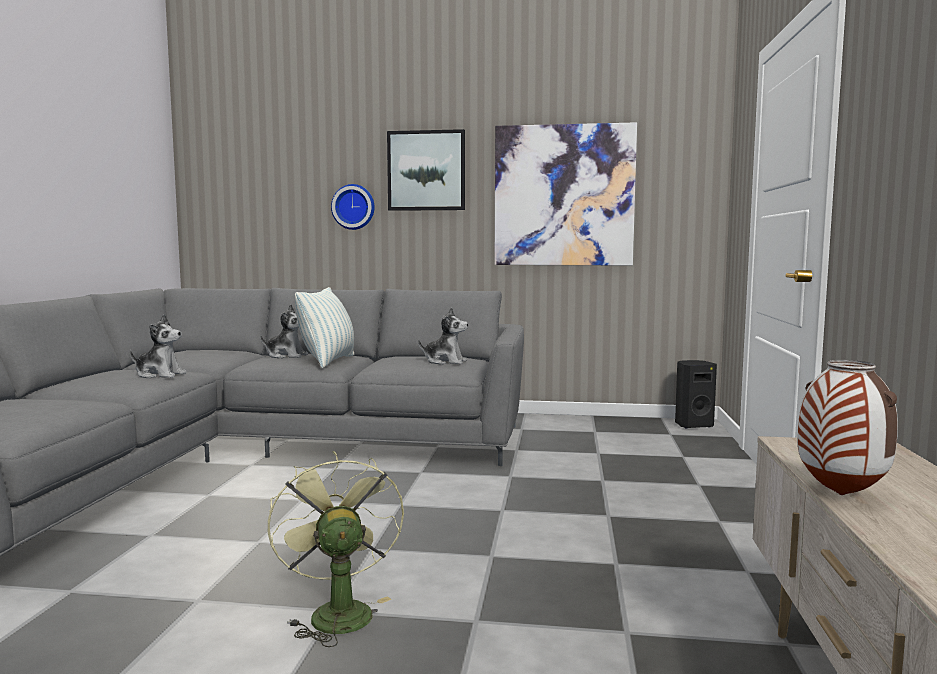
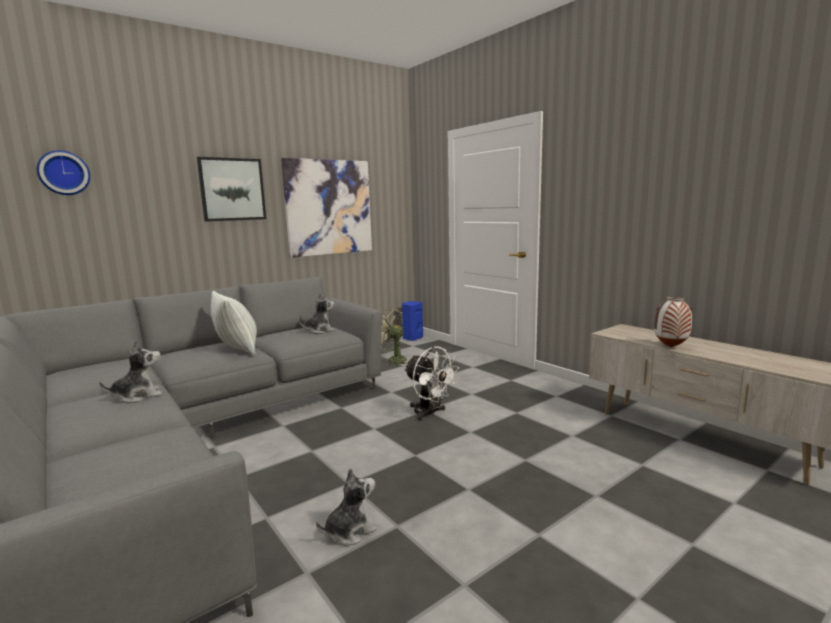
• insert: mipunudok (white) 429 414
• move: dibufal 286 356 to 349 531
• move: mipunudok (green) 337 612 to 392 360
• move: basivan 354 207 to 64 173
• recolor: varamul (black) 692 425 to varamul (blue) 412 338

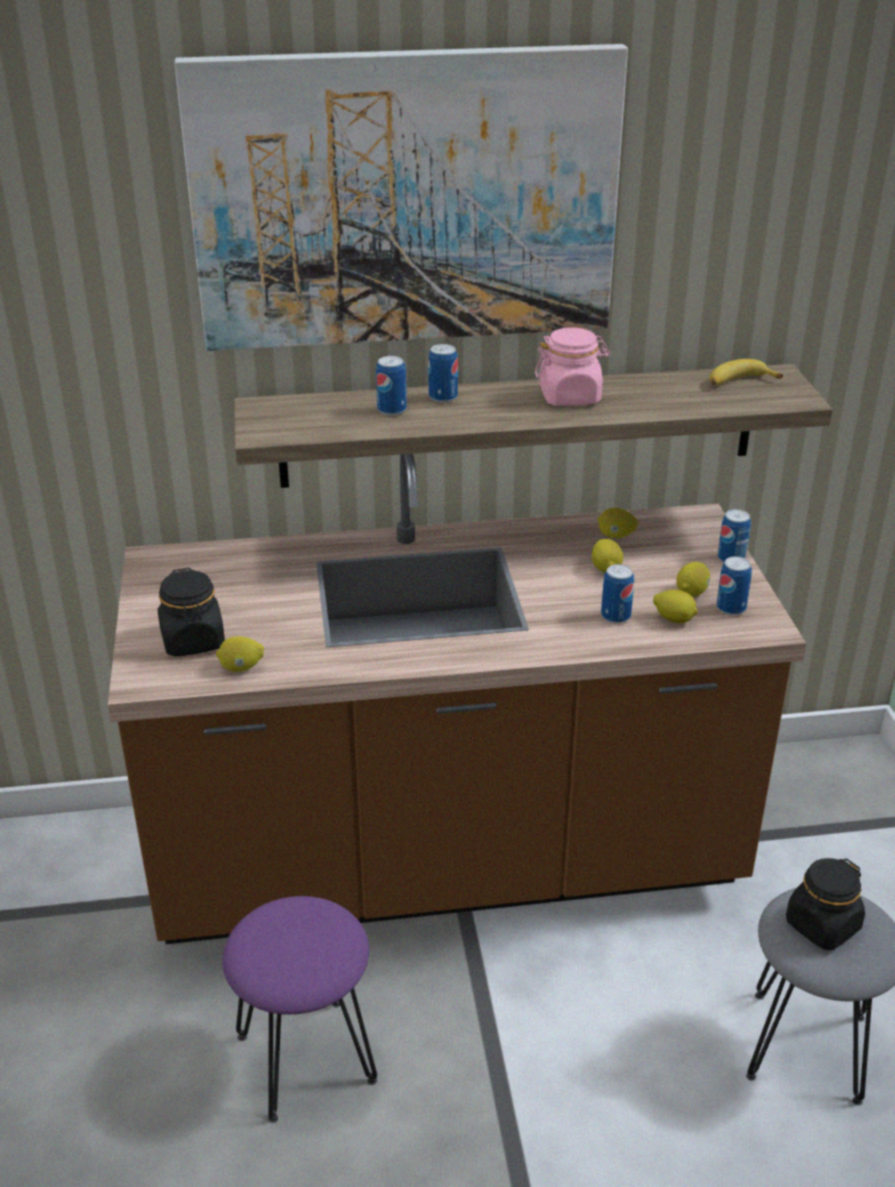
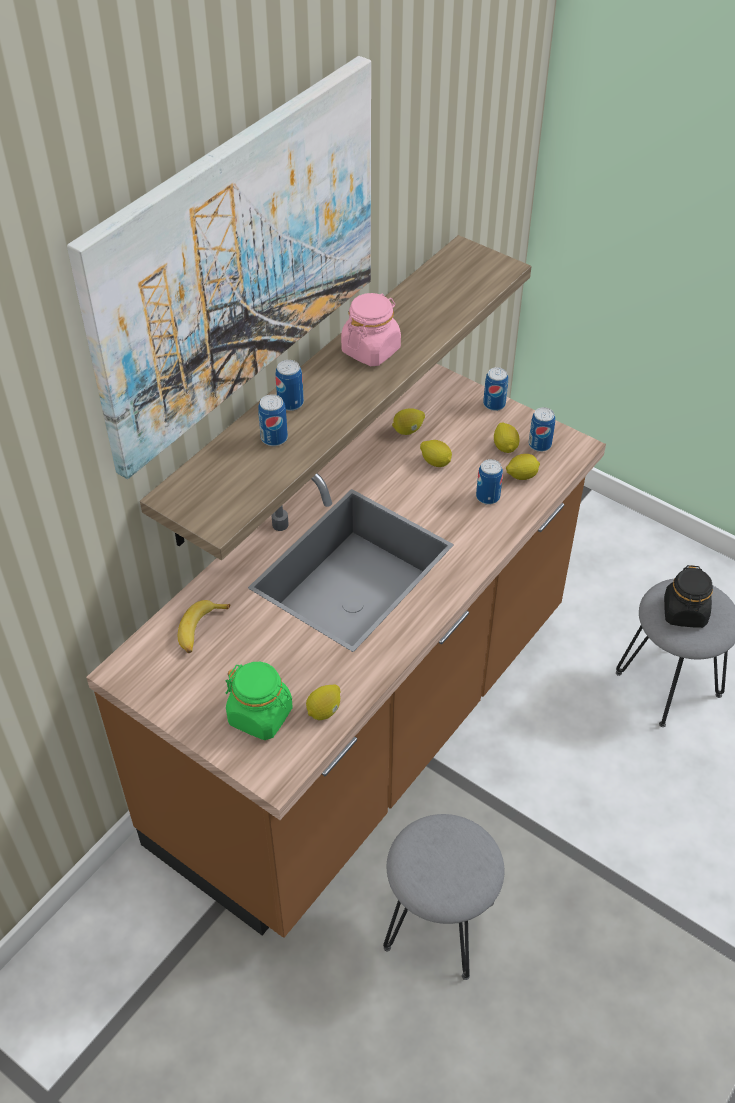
• move: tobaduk 739 382 to 200 630
• recolor: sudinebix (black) 193 641 to sudinebix (green) 261 715
• recolor: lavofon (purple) 306 1059 to lavofon (grey) 440 925

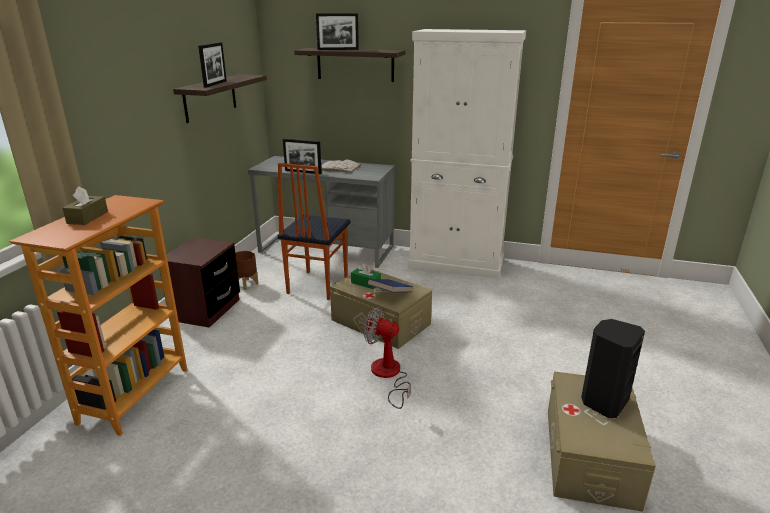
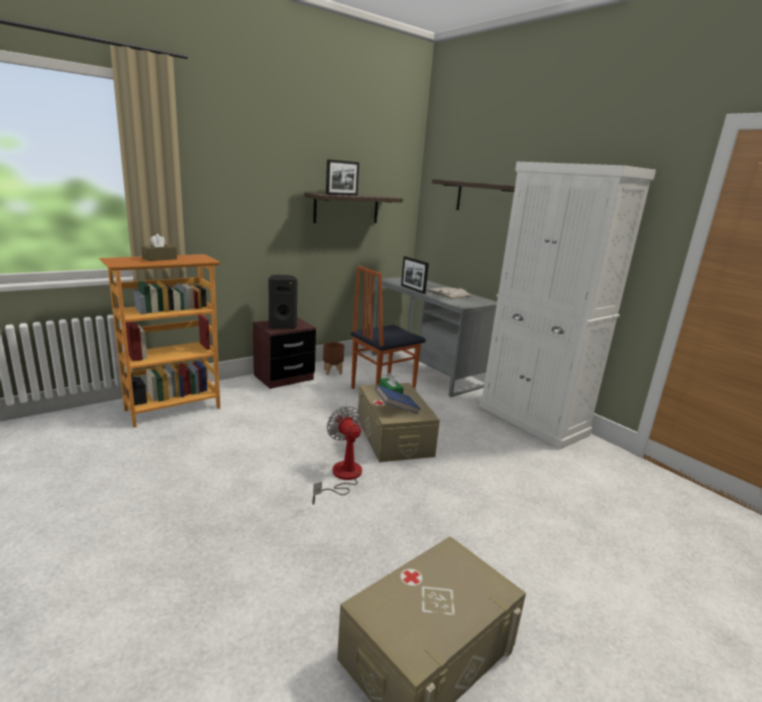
• delete: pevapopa 338 49
• move: varamul (black) 603 402 to 282 326

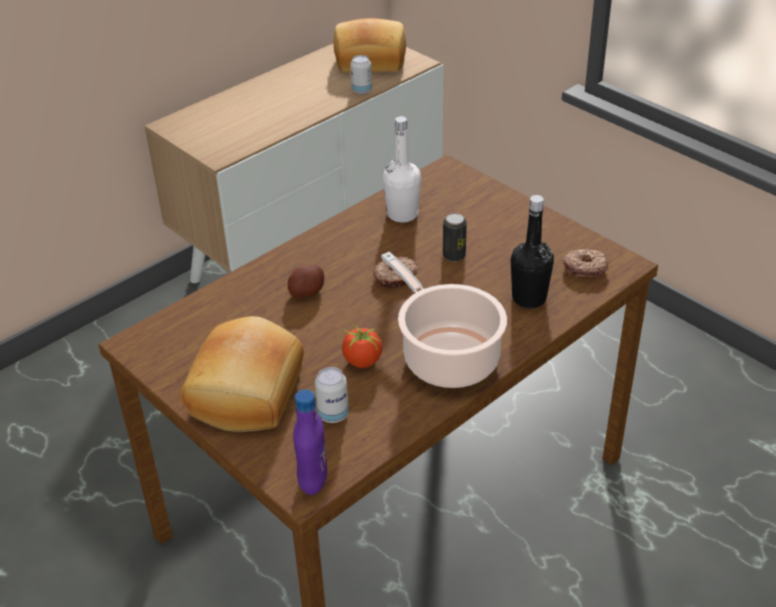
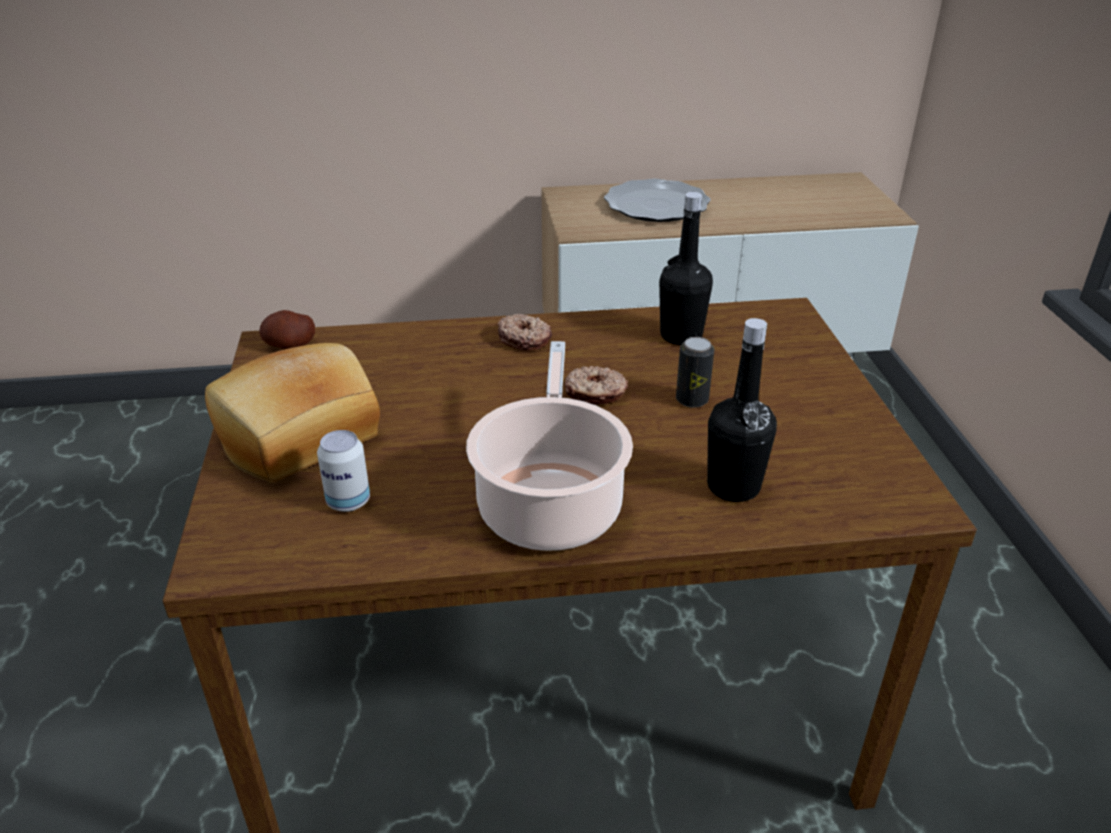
• delete: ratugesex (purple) 313 481
• delete: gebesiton 370 60
• delete: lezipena 362 361
• delete: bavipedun 361 90
• insert: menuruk 656 205
• move: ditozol 307 292 to 290 345
• move: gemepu 584 268 to 524 339
• recolor: ratugesex (white) 402 214 to ratugesex (black) 681 335

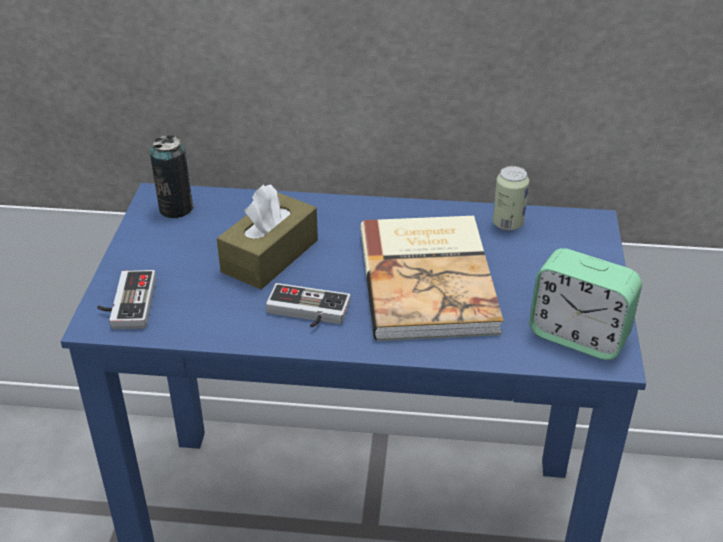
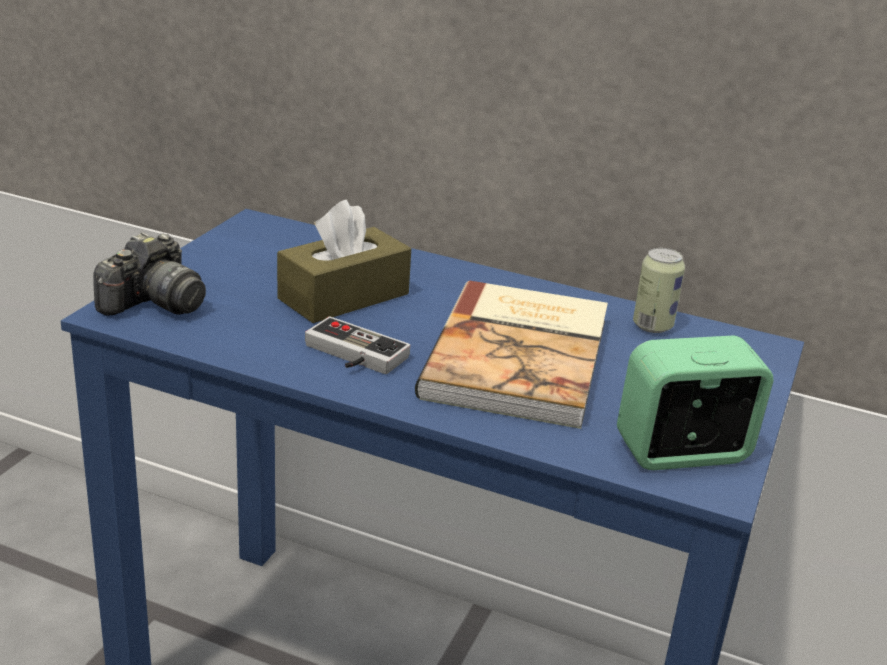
• delete: bavipedun 176 209
• replace: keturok 126 303 to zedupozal 154 303
• rotate: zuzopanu 578 336 = 683 452 120 degrees clockwise

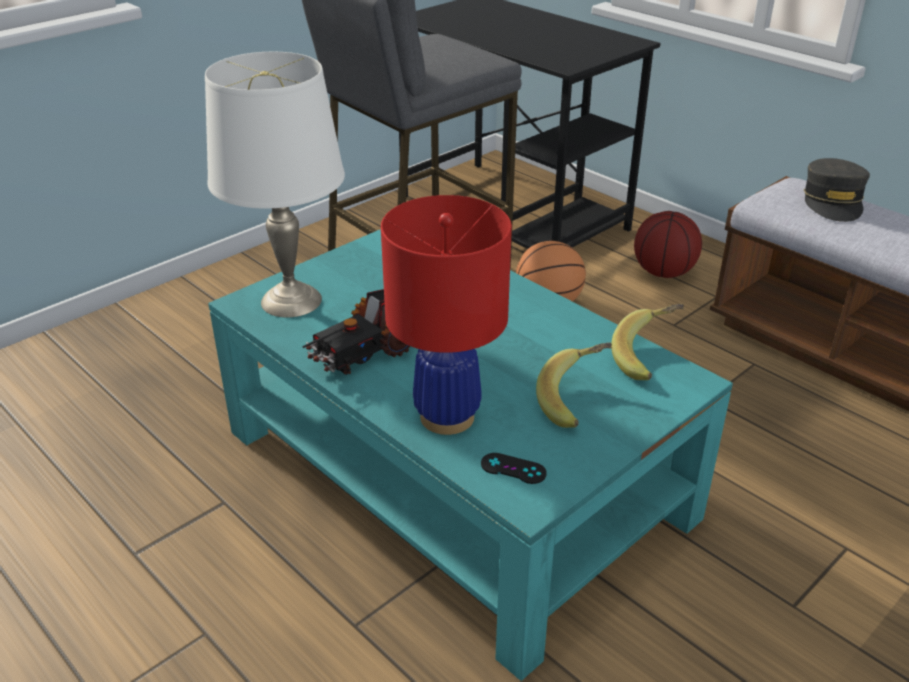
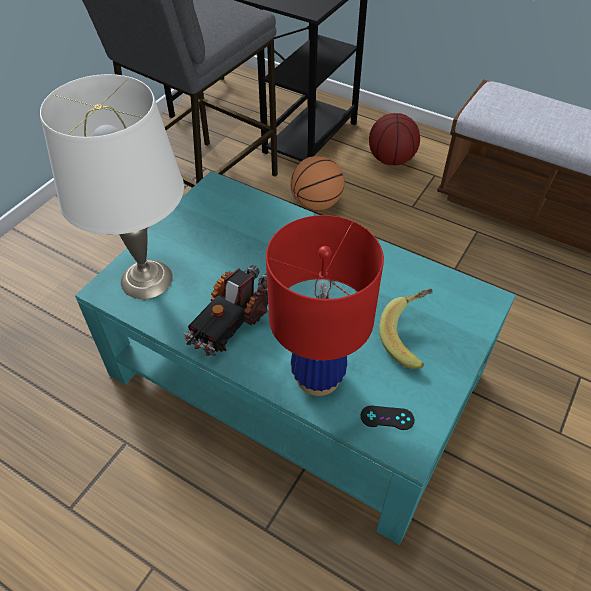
• delete: tobaduk 649 357
• delete: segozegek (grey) 833 202

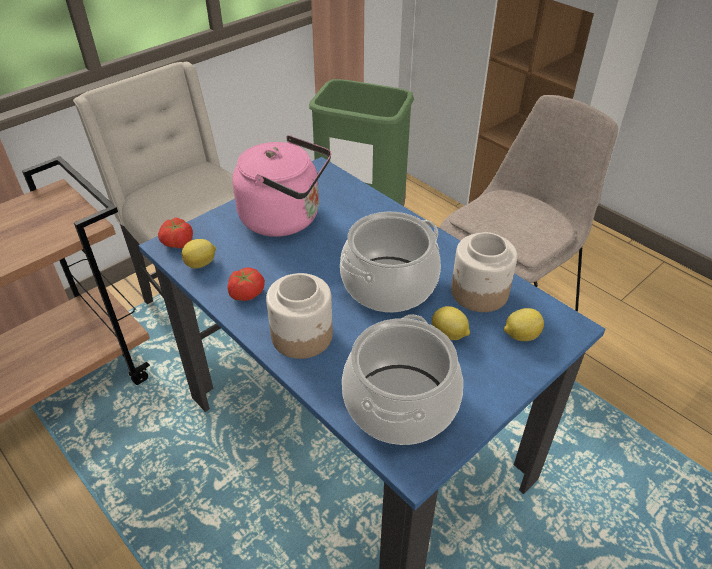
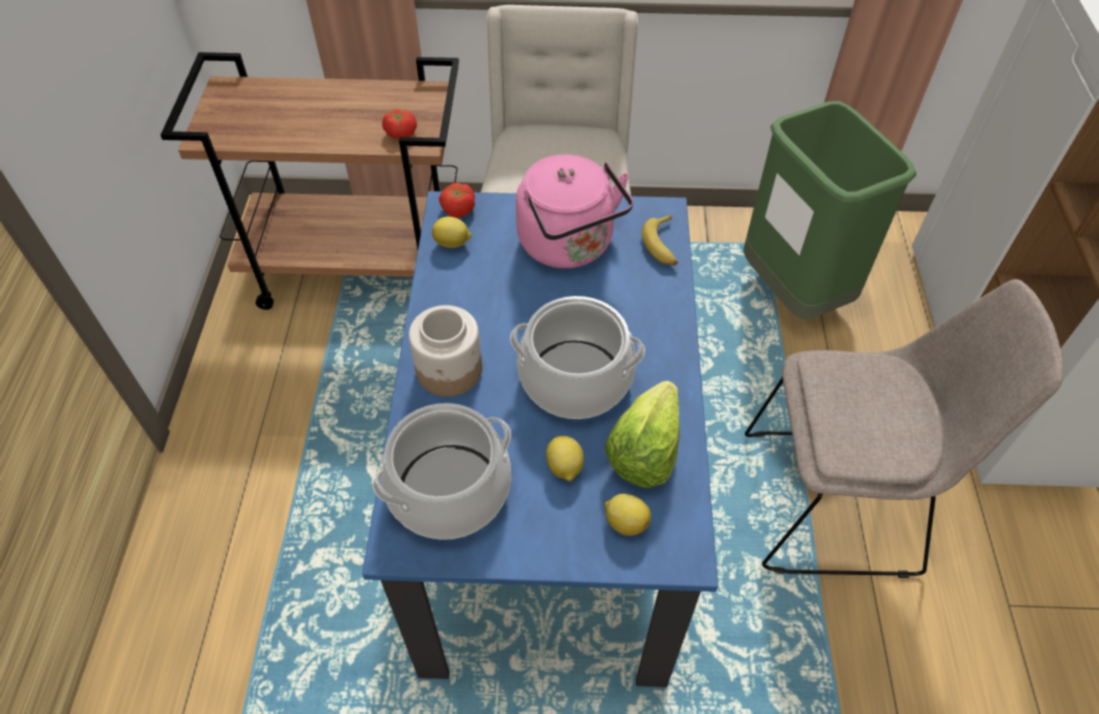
• insert: tobaduk 663 245
• move: lezipena 246 293 to 401 132
• replace: sudinebix 479 293 to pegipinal 644 452

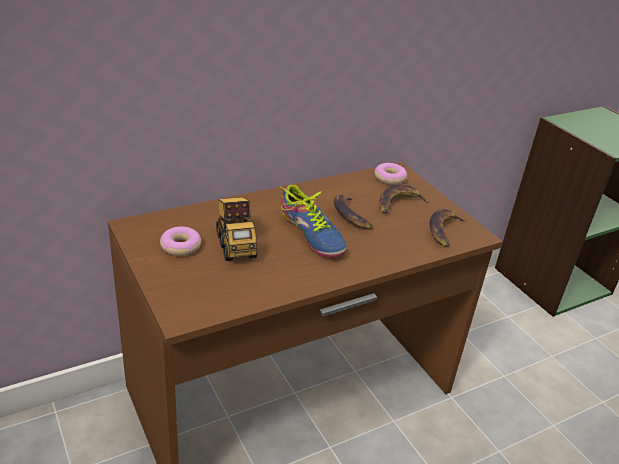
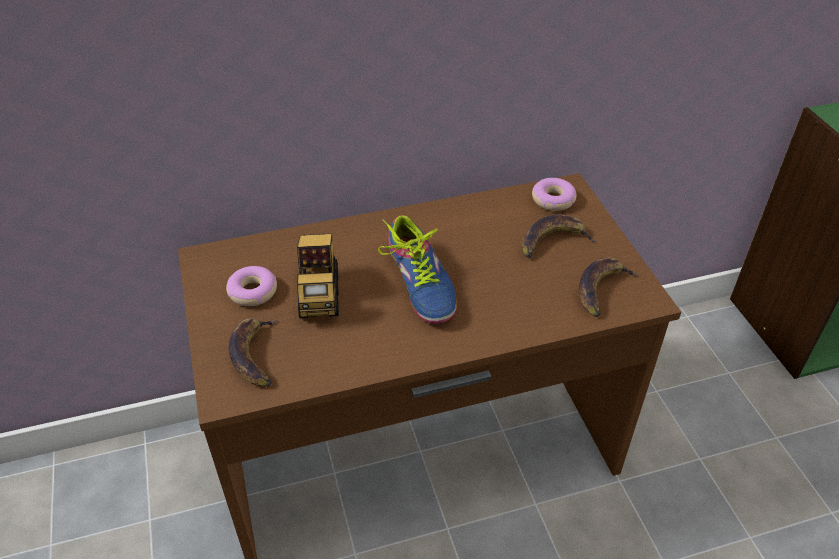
• move: tobaduk 350 215 to 254 355

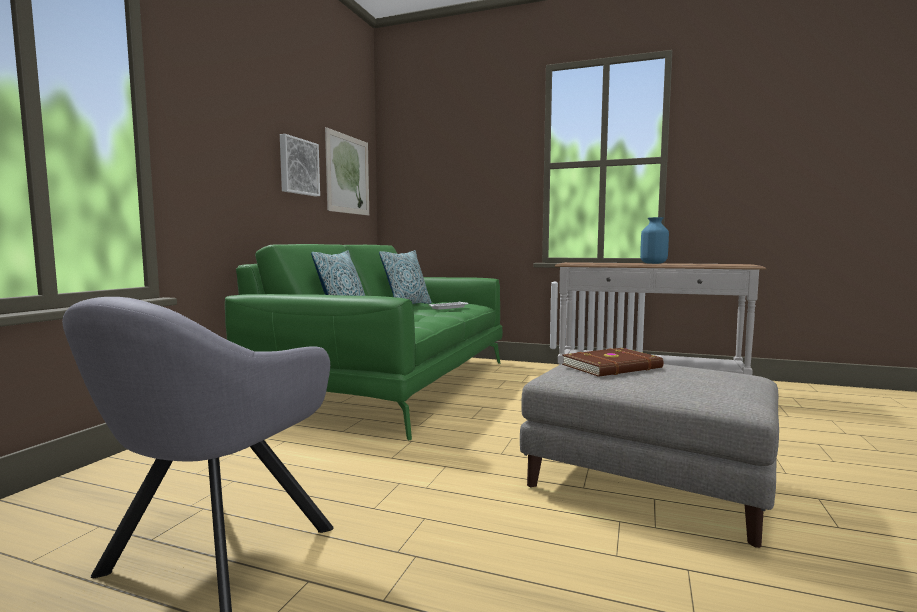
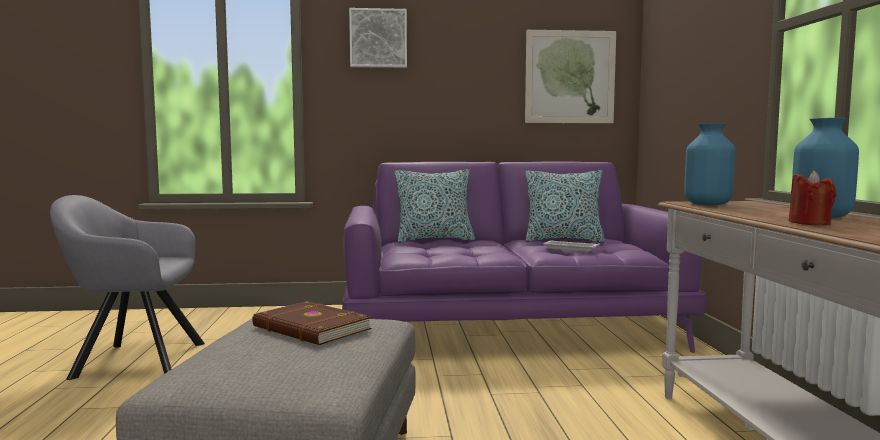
• insert: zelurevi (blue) 708 204
• insert: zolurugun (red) 809 223
• move: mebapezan 298 167 to 378 38
• recolor: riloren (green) 390 383 to riloren (purple) 508 326

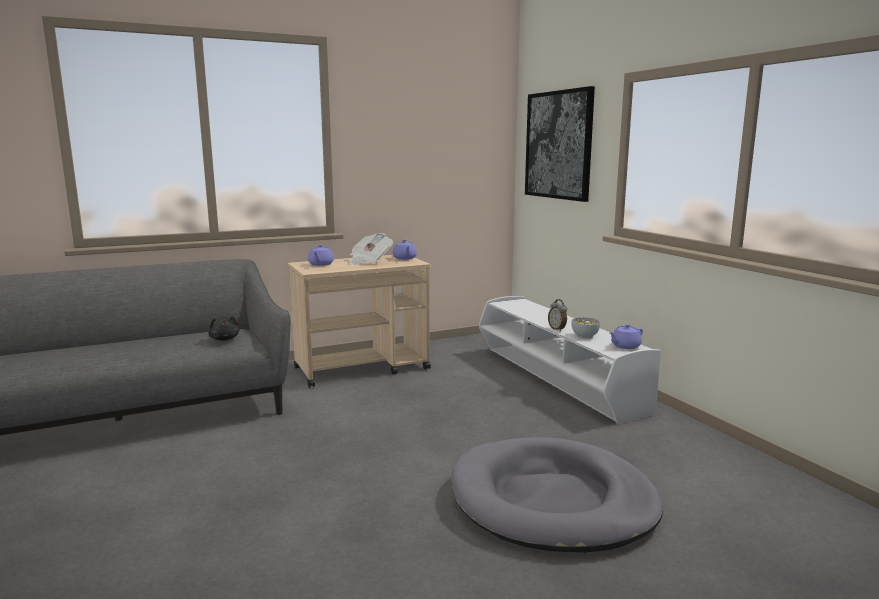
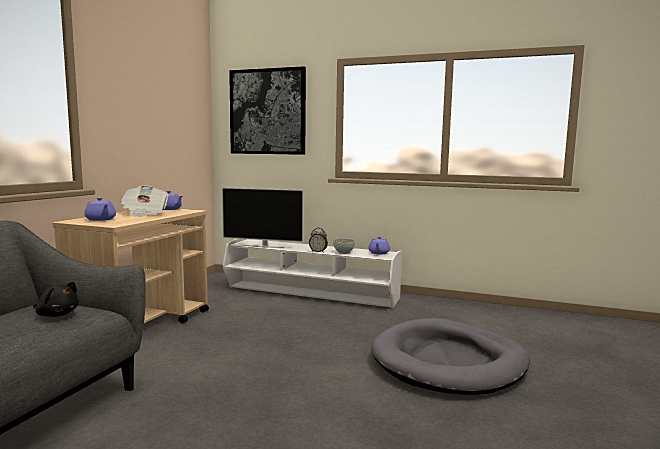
• insert: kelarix 263 246

